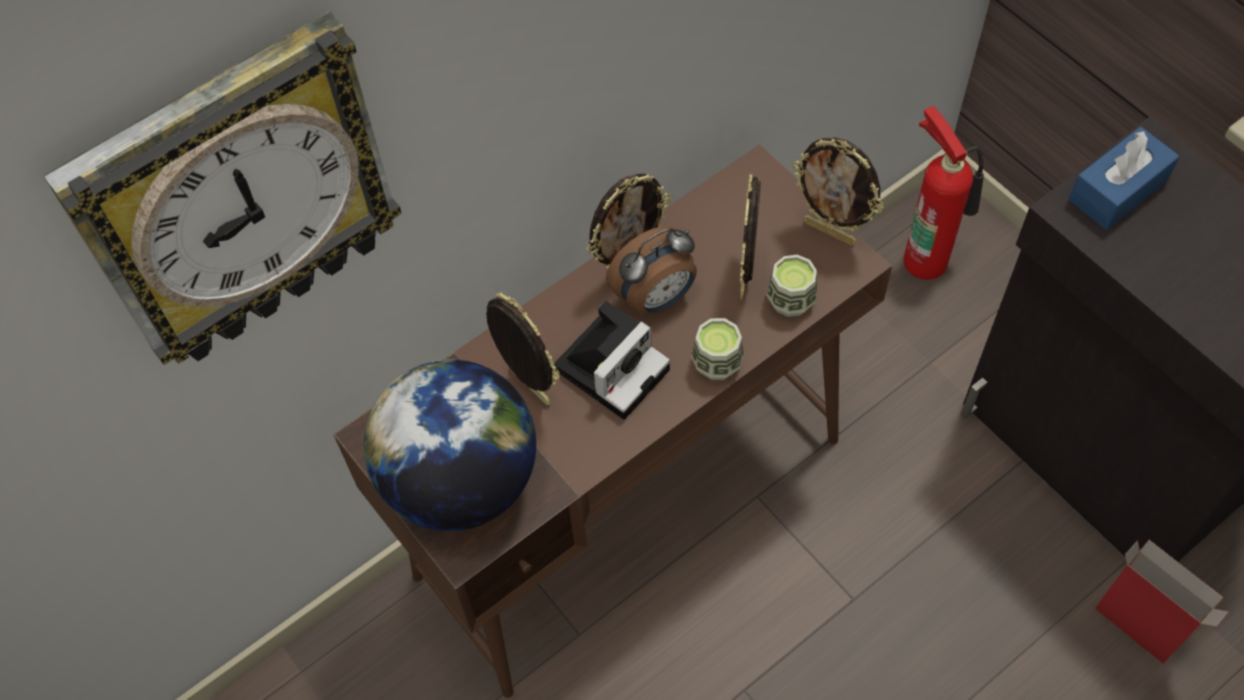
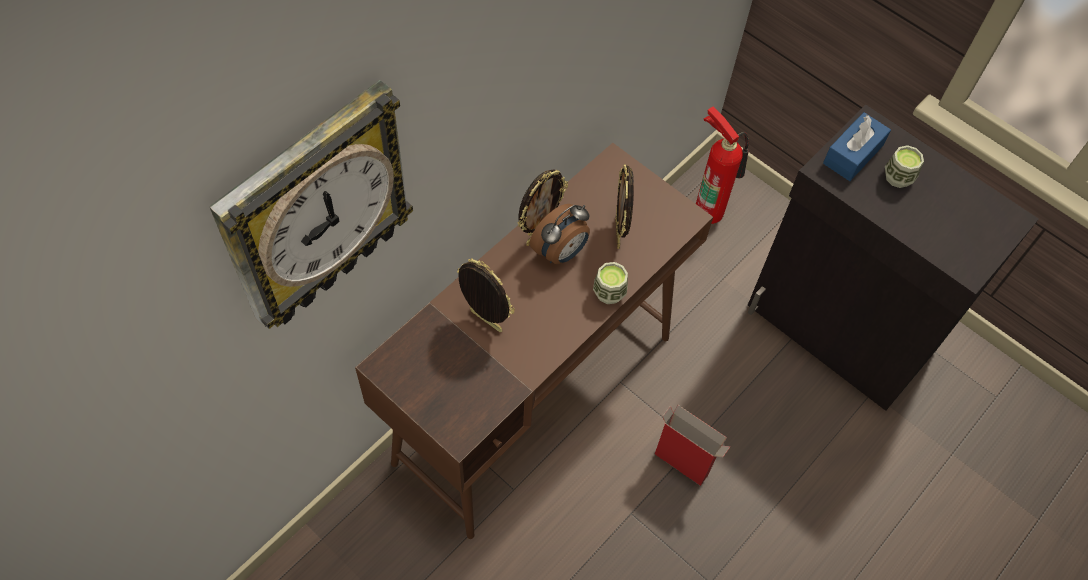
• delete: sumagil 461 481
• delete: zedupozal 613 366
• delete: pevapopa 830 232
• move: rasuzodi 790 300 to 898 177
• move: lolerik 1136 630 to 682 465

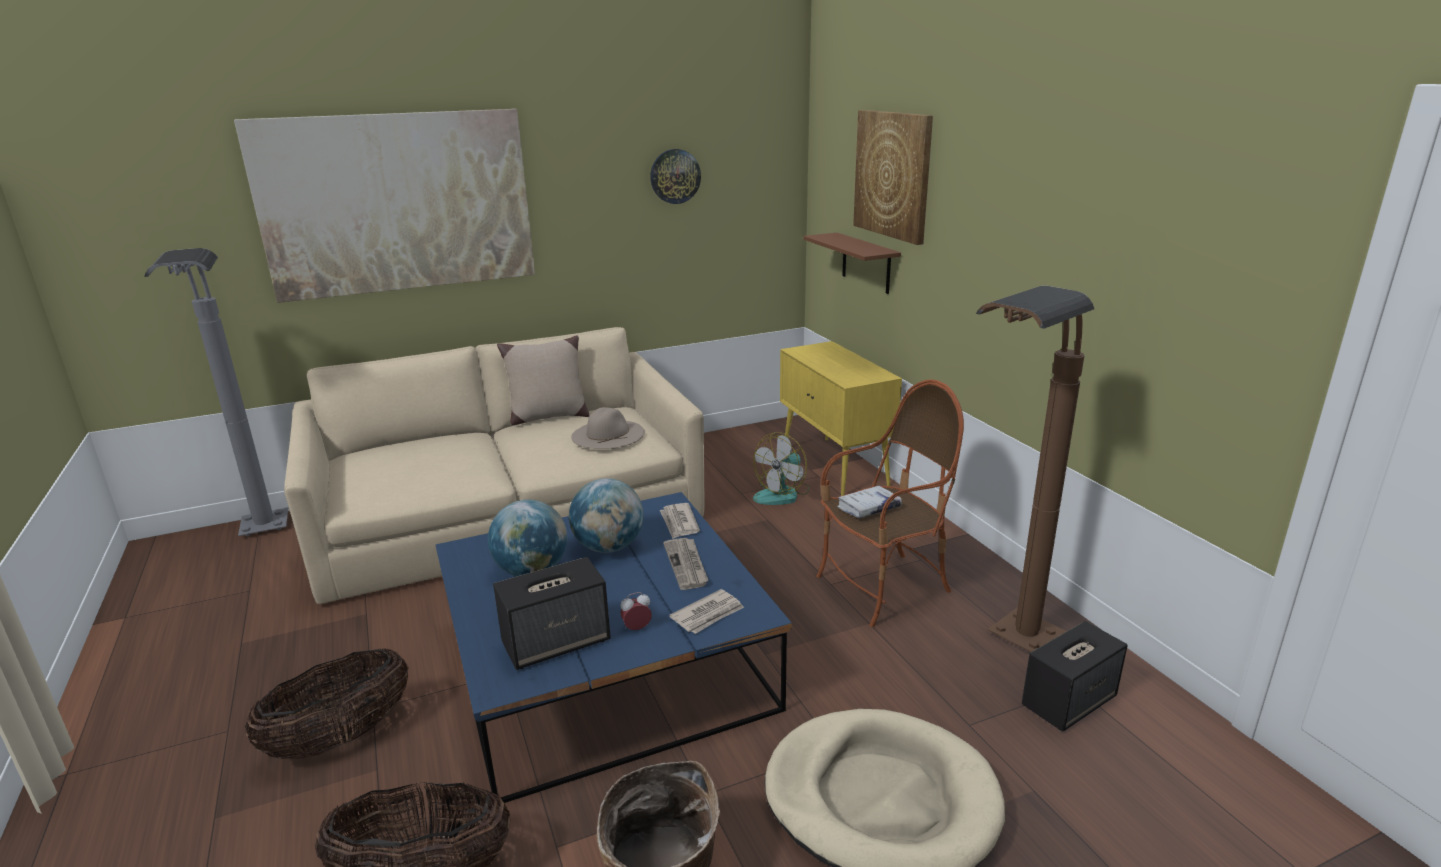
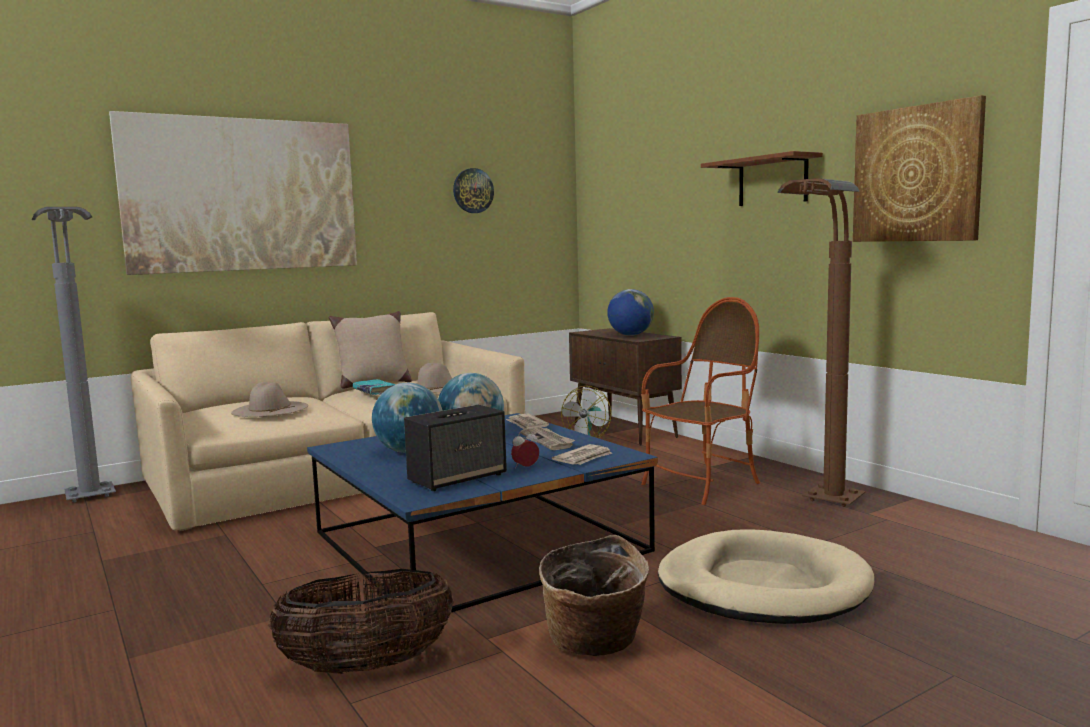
• delete: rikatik 341 737
• delete: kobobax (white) 868 508
• delete: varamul 1069 701
• insert: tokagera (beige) 270 409
• insert: kobobax (turquoise) 375 392
• insert: sumagil 630 335
• move: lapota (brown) 866 263 to 772 181
• move: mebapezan 893 175 to 916 174
• recolor: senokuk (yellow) 834 467 to senokuk (brown) 625 431

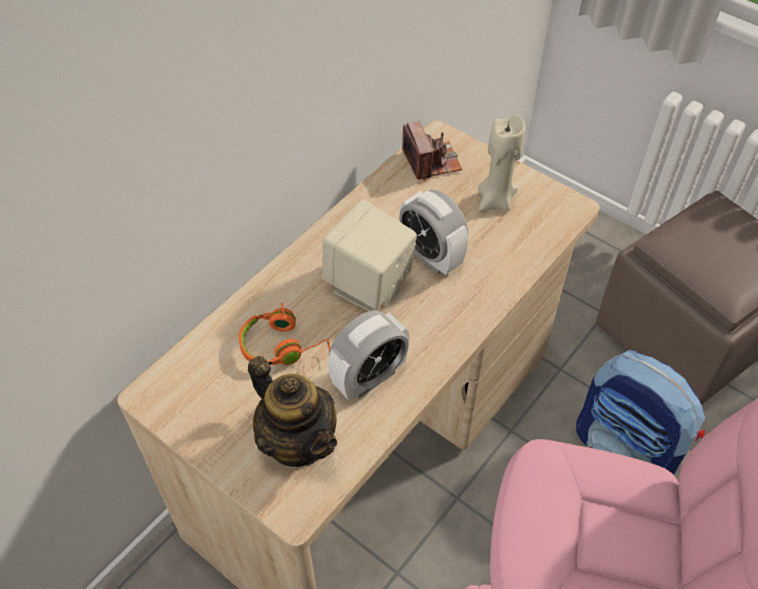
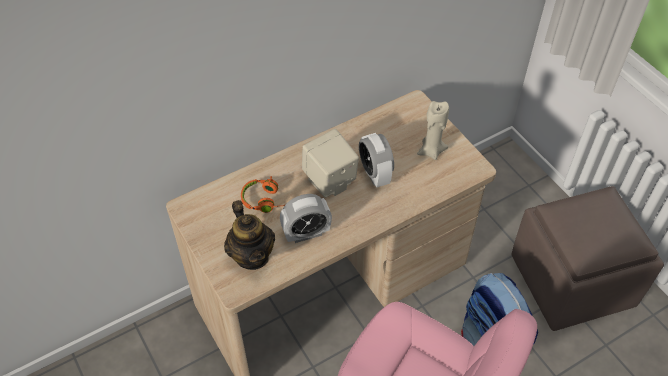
• delete: zedupozal 431 161

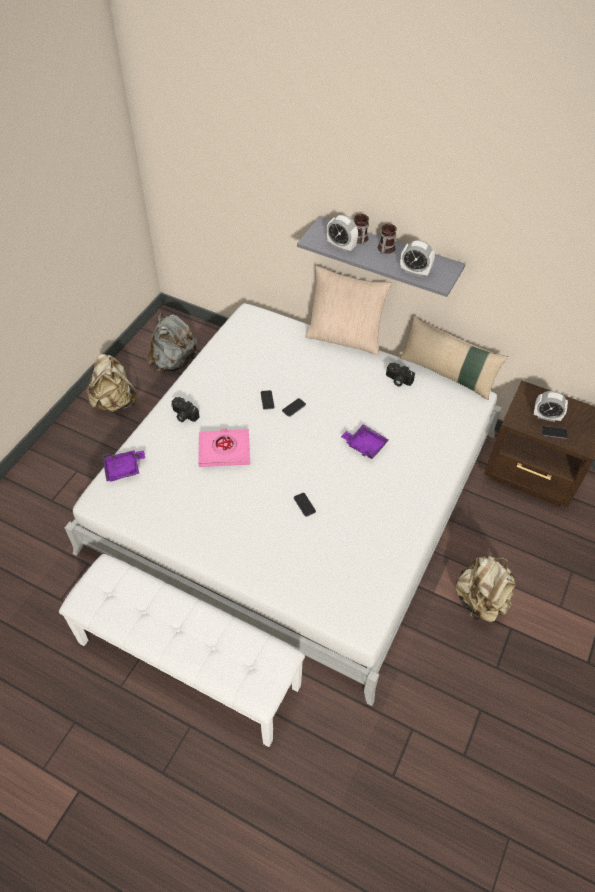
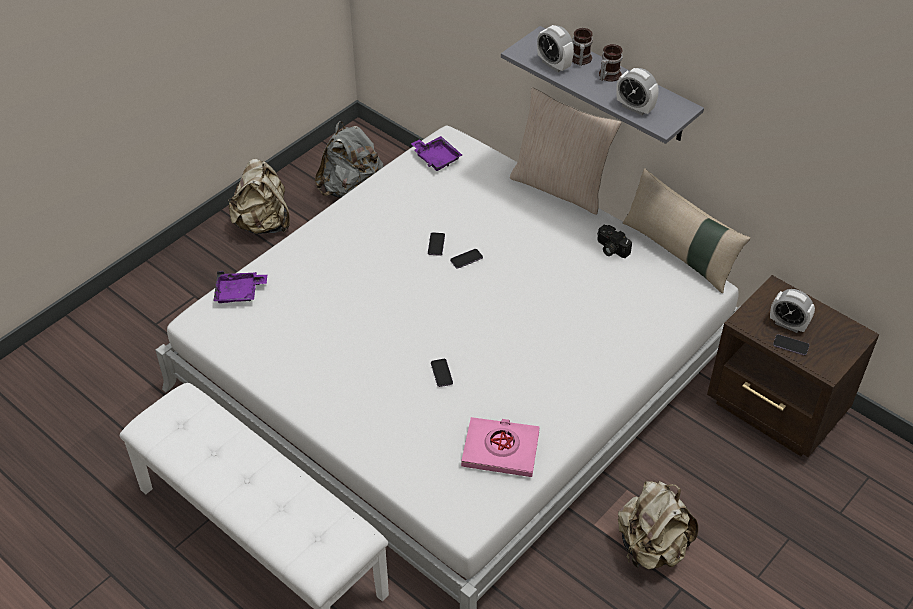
• delete: zedupozal 183 415
• move: kobobax (pink) 224 450 to 501 450
• move: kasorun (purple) 365 445 to 436 158

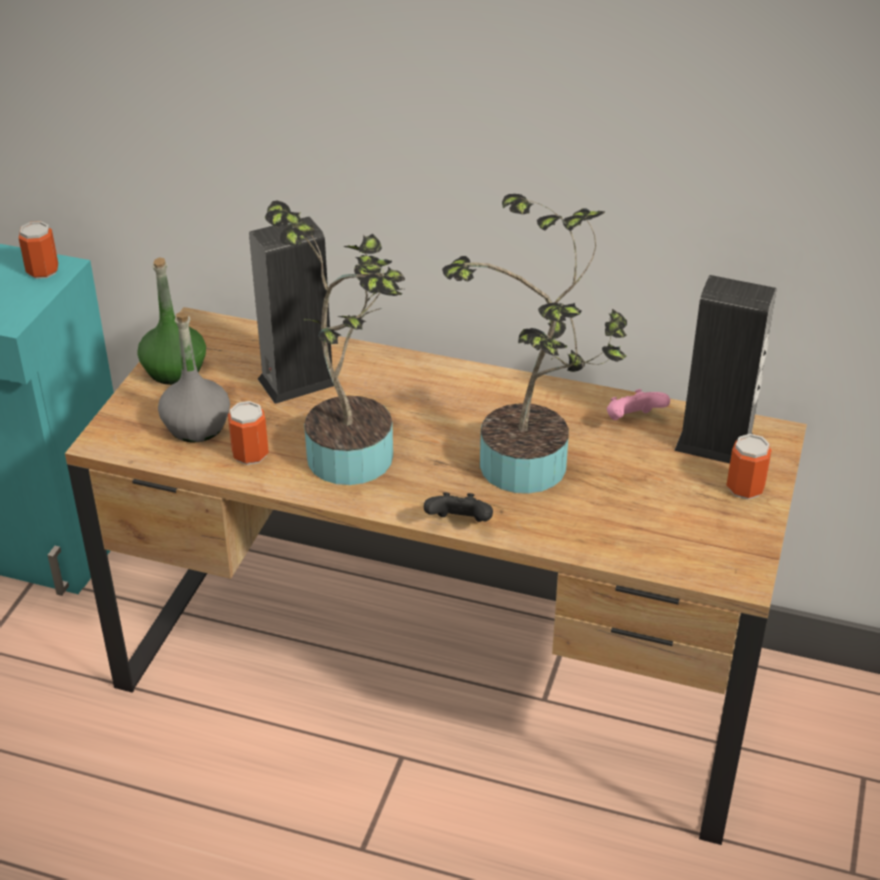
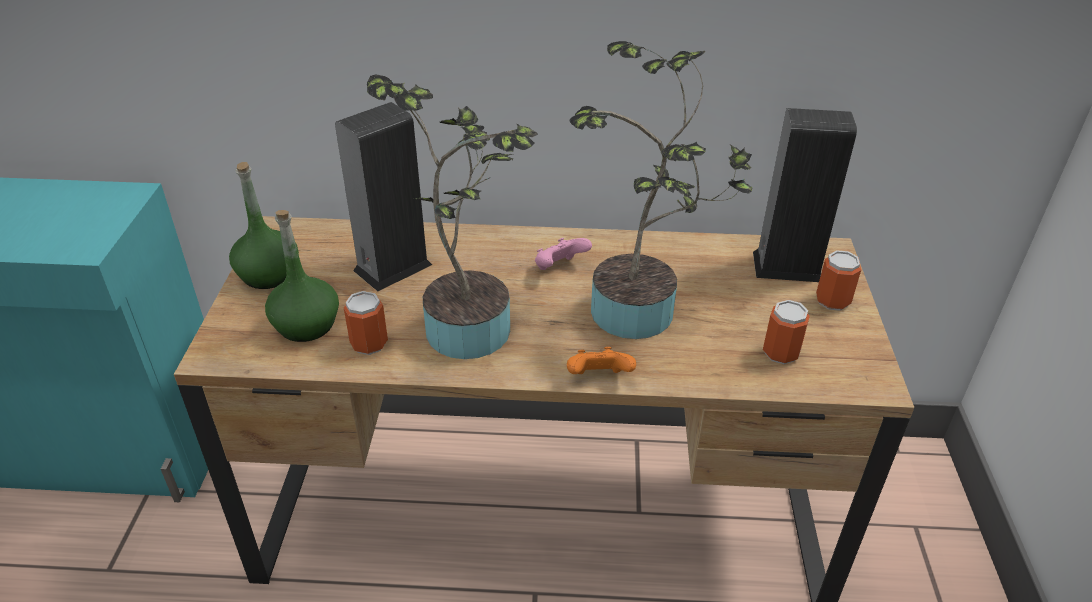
• move: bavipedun 42 271 to 780 353
• move: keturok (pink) 633 421 to 559 268
• recolor: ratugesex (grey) 196 426 to ratugesex (green) 306 325
• recolor: keturok (black) 459 524 to keturok (orange) 598 378

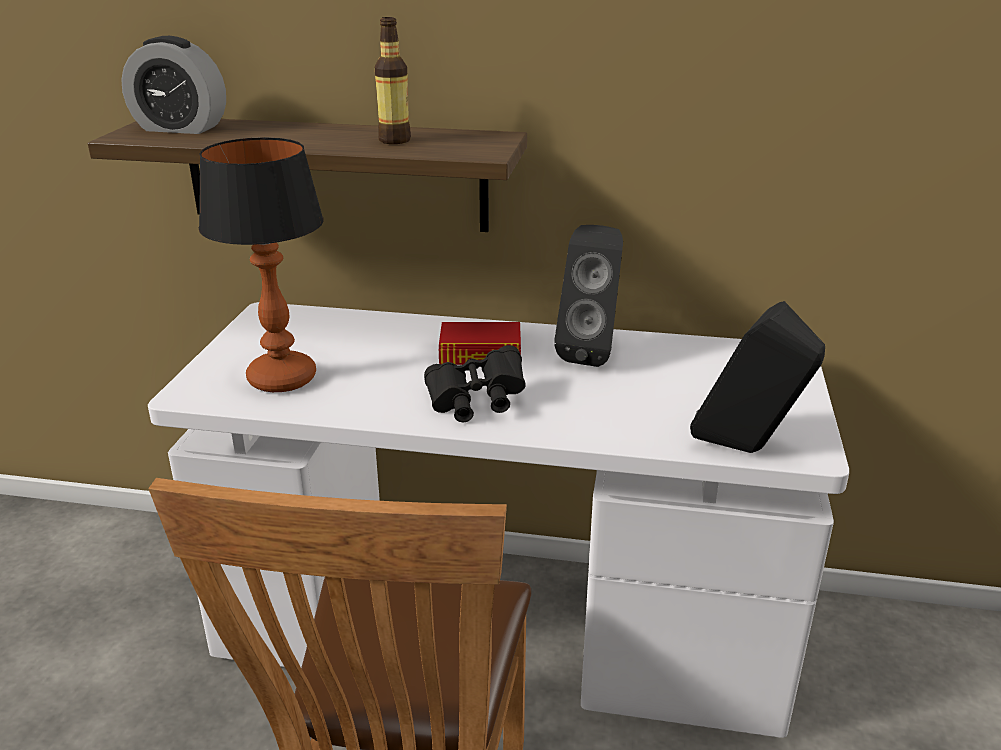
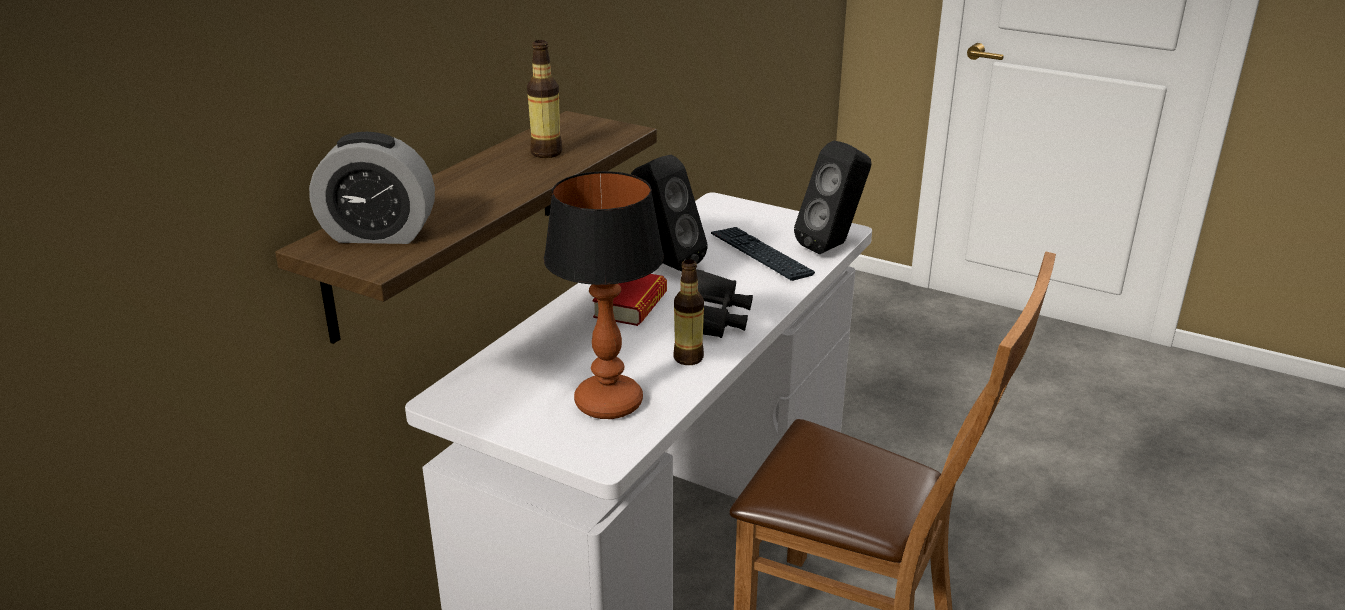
• insert: ratugesex 688 358
• insert: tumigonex 761 255
• rotate: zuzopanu 180 128 = 378 234 60 degrees clockwise

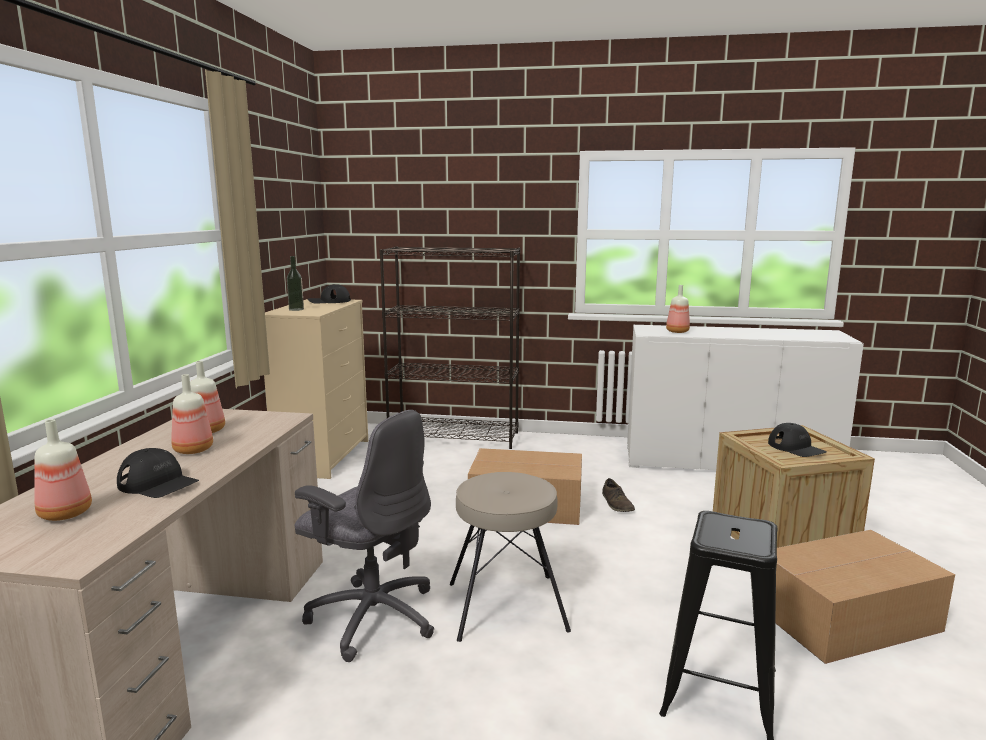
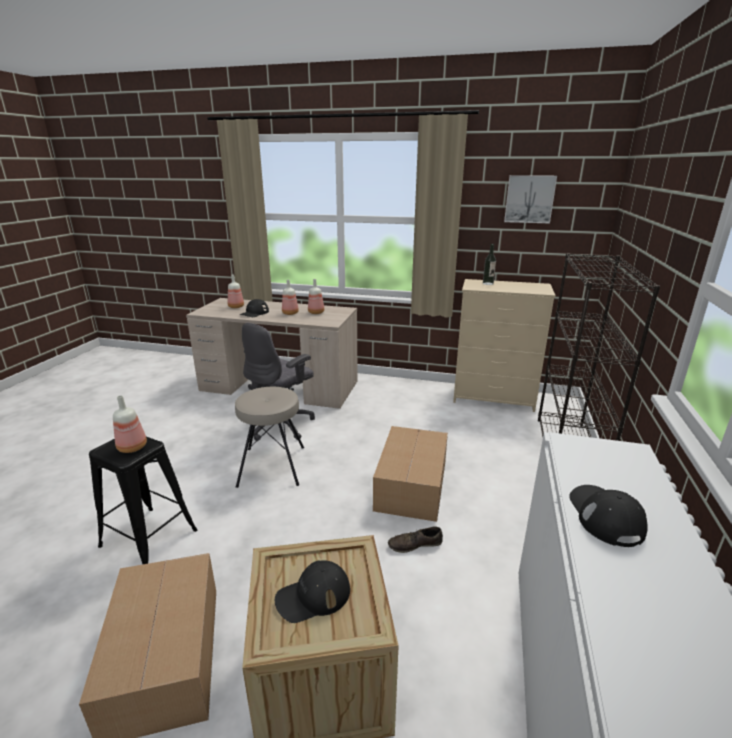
• insert: mebapezan 529 199
• move: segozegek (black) 329 301 to 605 516
• move: ratugesex 676 331 to 133 447

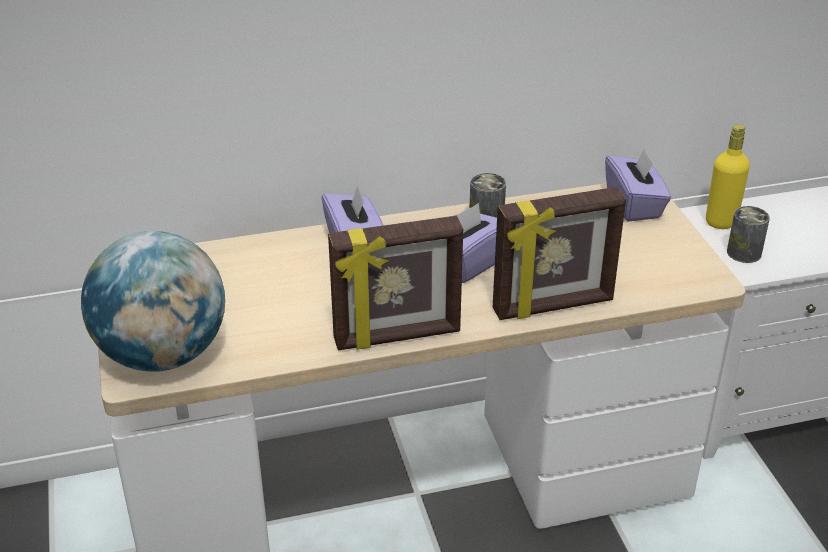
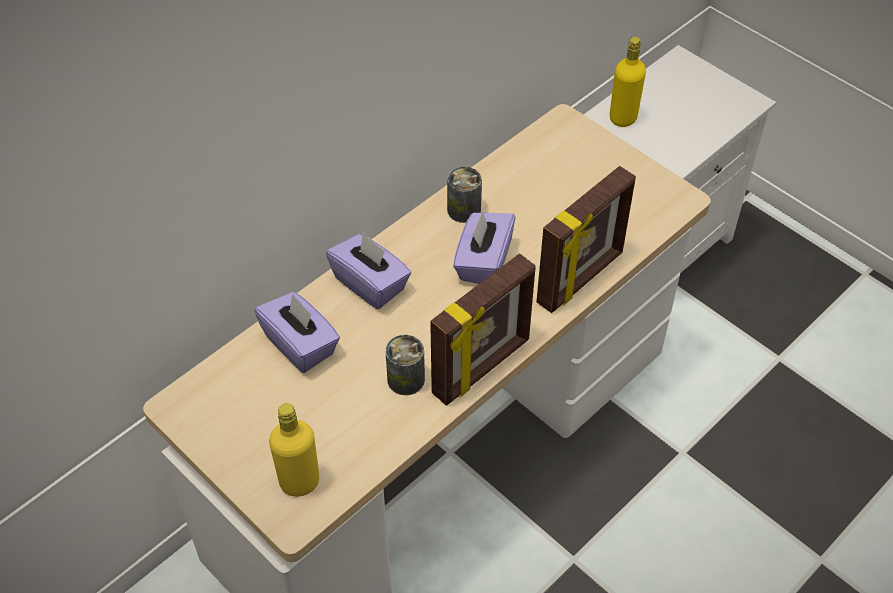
• move: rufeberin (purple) 634 205 to 301 345
• move: bavipedun 744 253 to 406 379
• replace: sumagil 163 355 to ratugesex (yellow) 299 482

